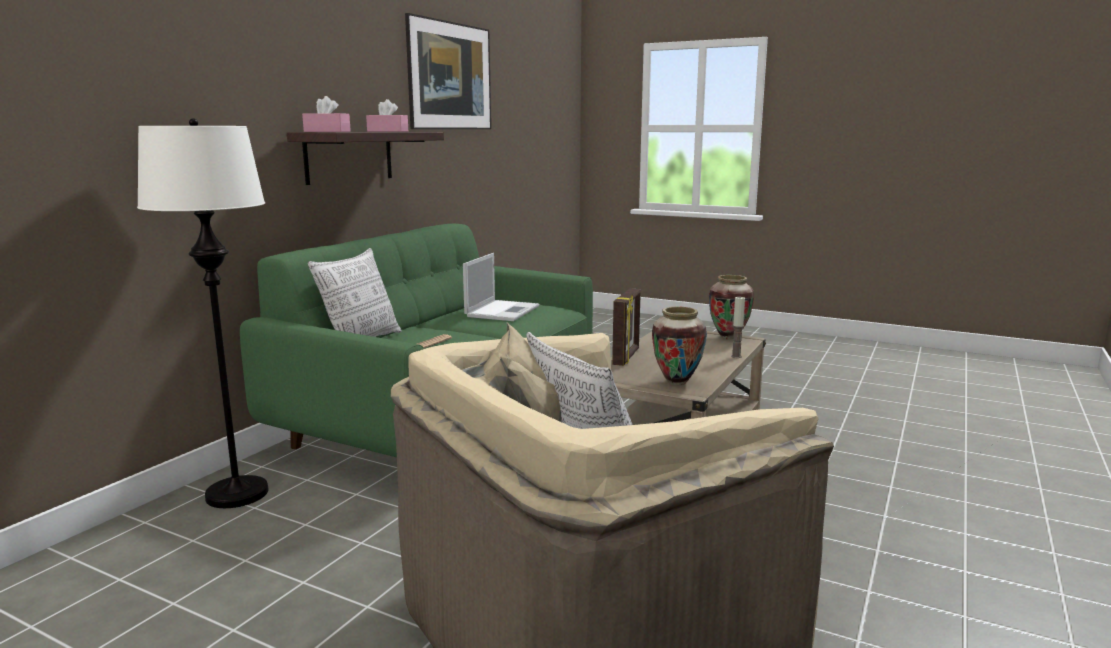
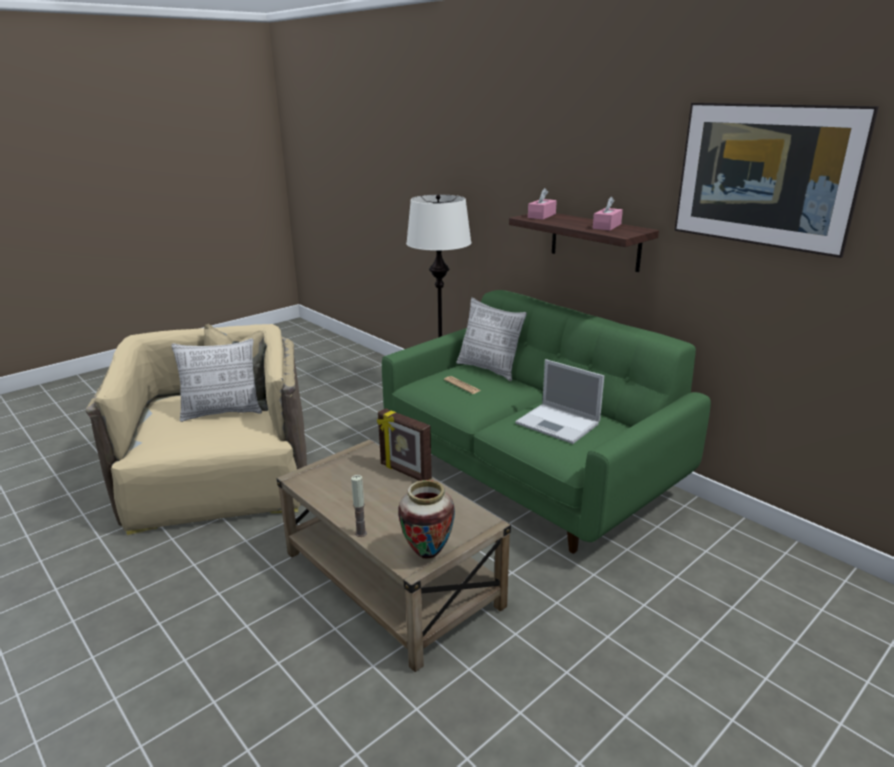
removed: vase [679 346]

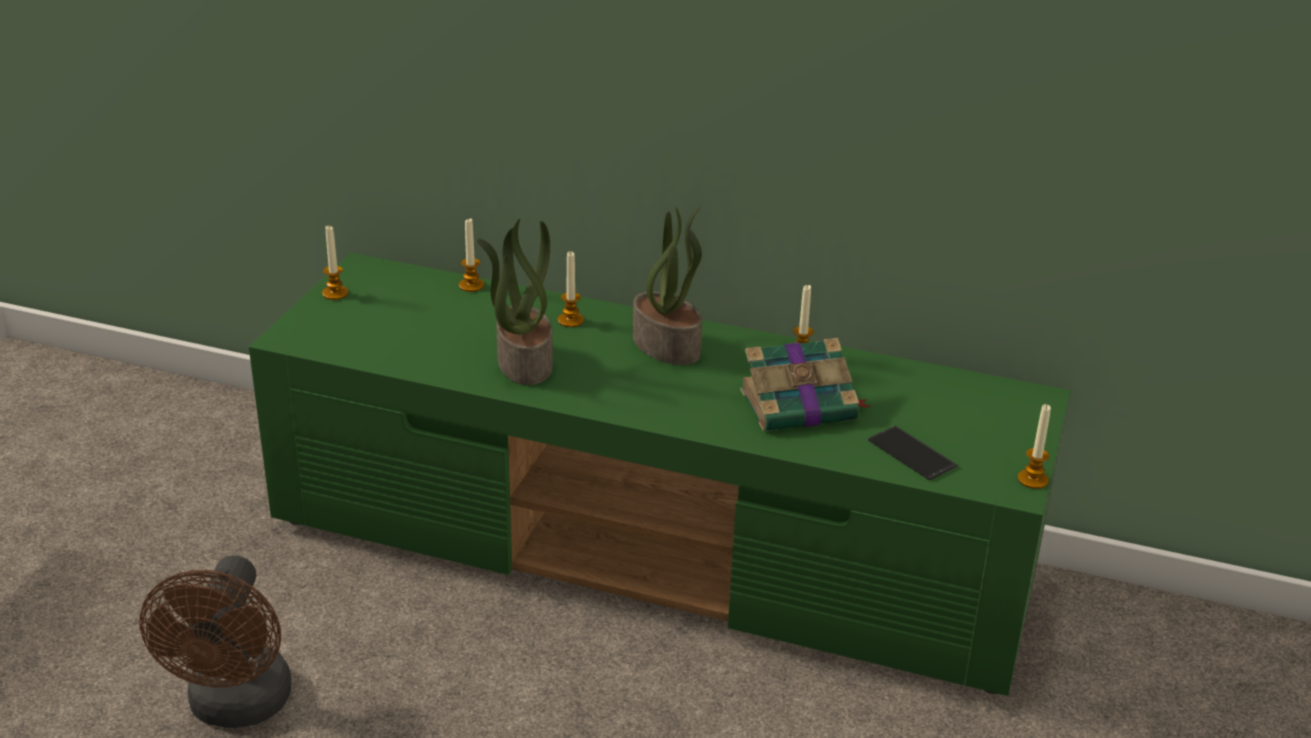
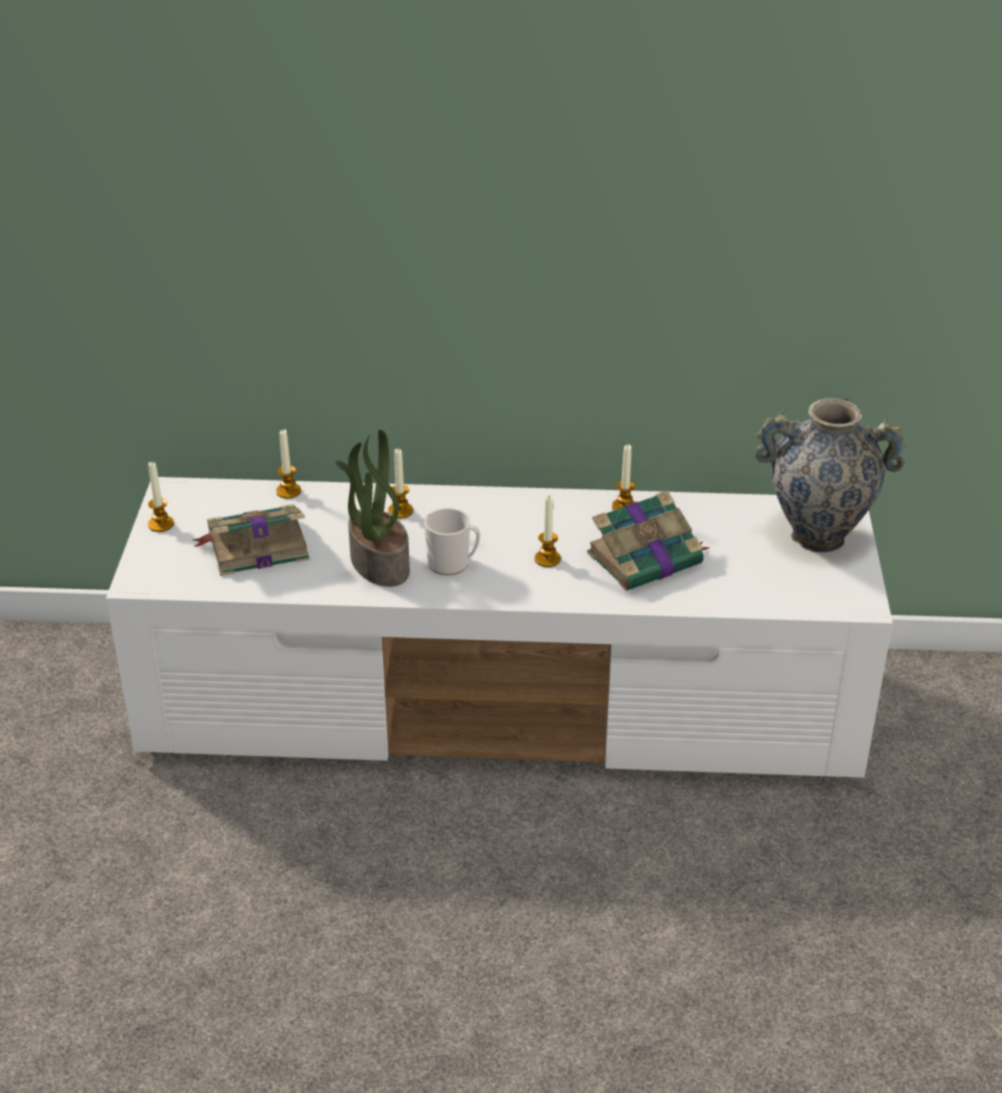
removed: brown-coloured_cooling_fan [215 641]; potted_plant [667 285]; handset [913 453]
added: bound_book [250 540]; coffee_mug [452 542]; vase [831 475]
moved: wax_light [1034 446] to [548 531]
recoloured: green_tv_stand [660 474] to white_tv_stand [499 627]

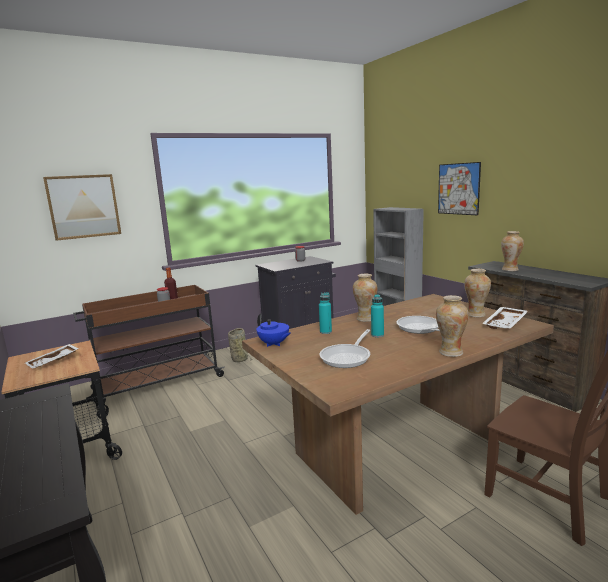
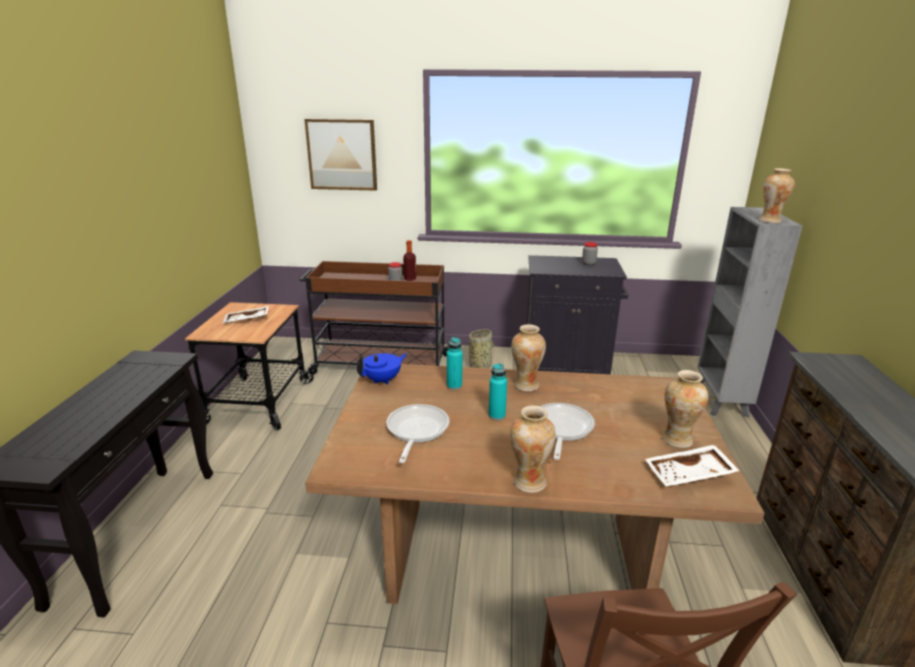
removed: wall_art [459 188]
moved: vase [512 251] to [777 195]
turned: bluish_tea_pot [273 330] = [382 369] 120 degrees counterclockwise; skillet [345 348] = [418 433] 120 degrees clockwise

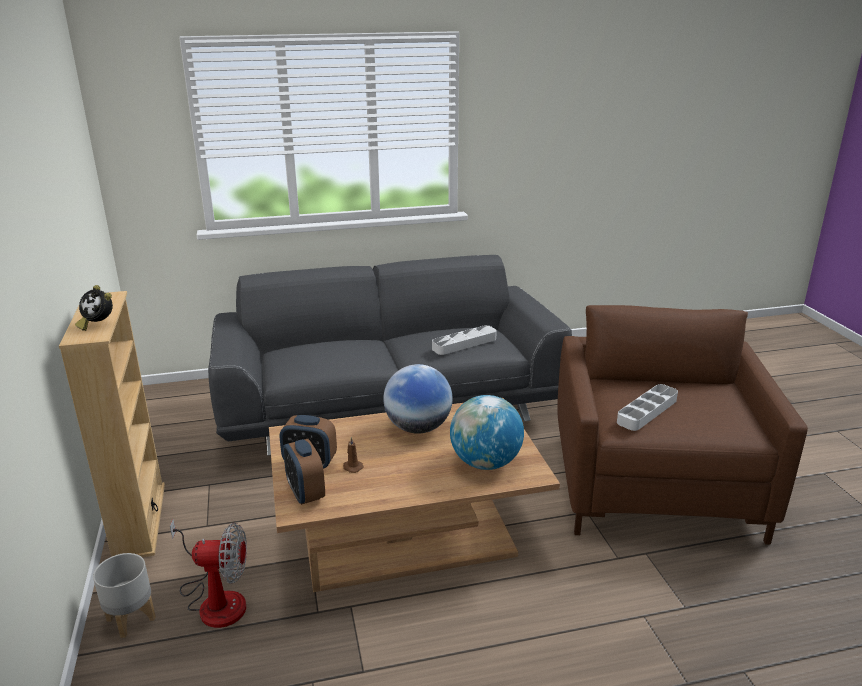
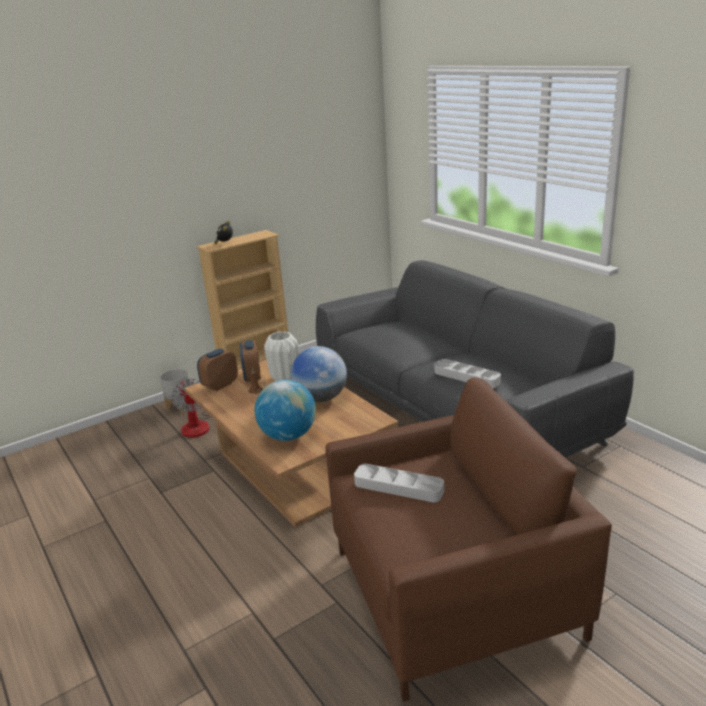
added: white_vase [281 356]

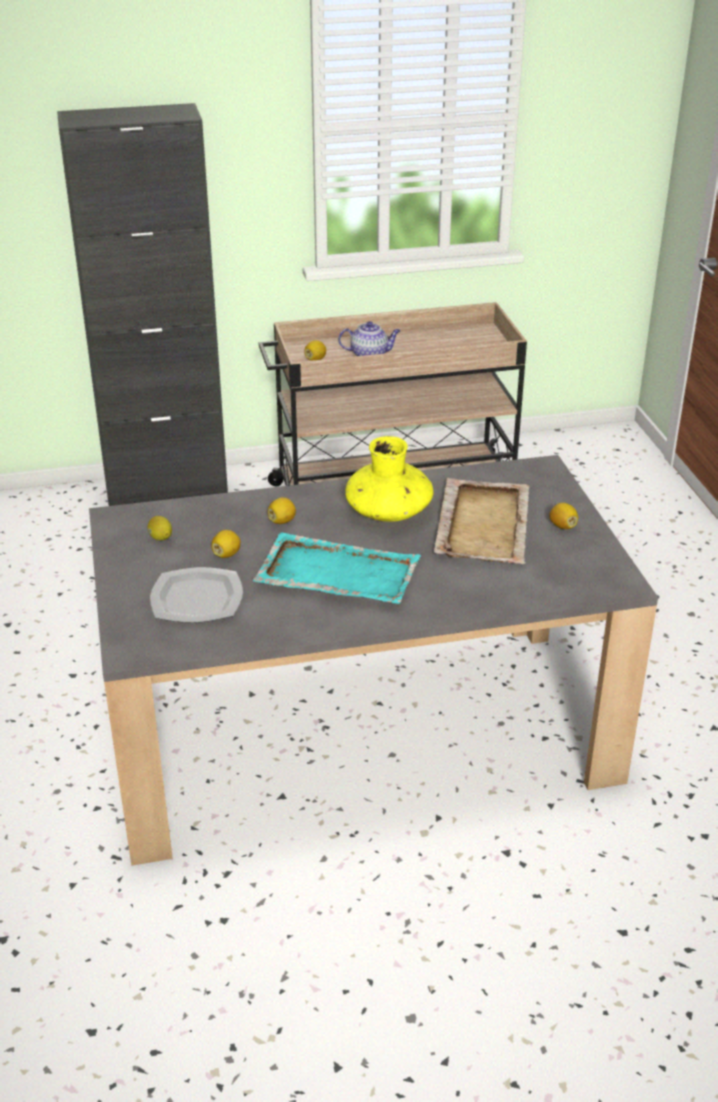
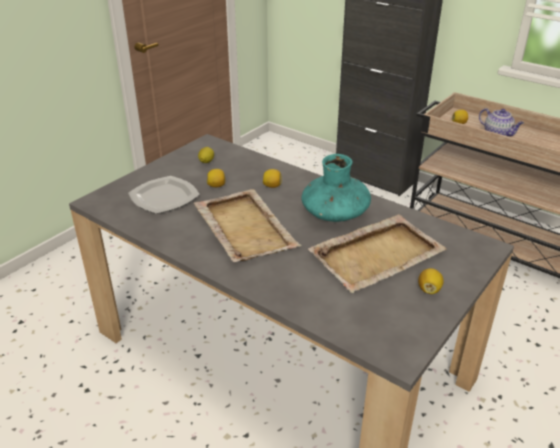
recoloured: turquoise_serving_tray [337 568] to beige_serving_tray [247 225]; yellowish_vase [389 479] to turquoise_vase [336 188]

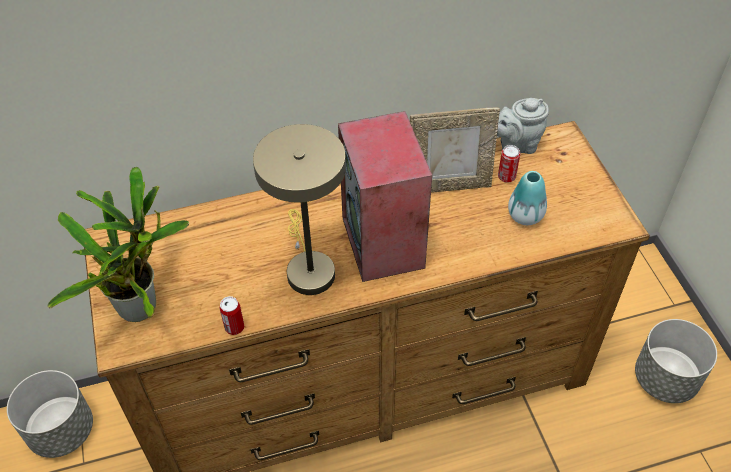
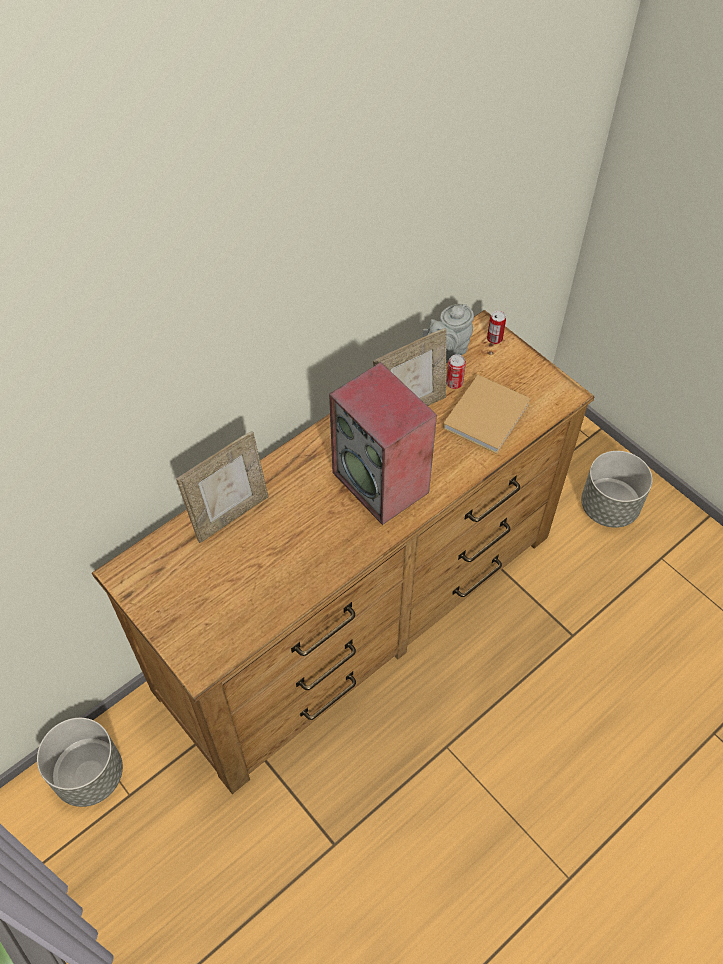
removed: potted_plant [118 244]; beige_table_lamp [299 209]
added: standing_frame [222 487]
moved: can [232 315] to [496 327]
replaced: vase [527 198] to beige_bound_book [487 414]

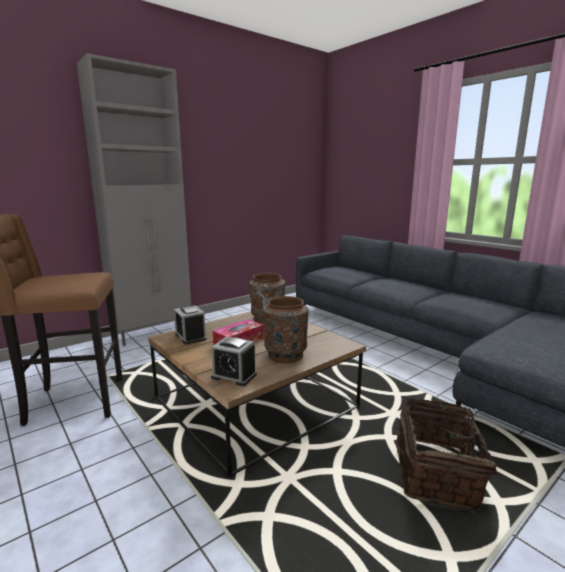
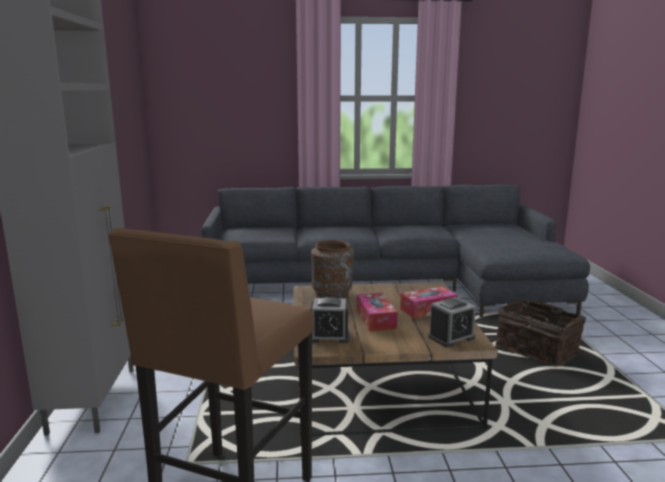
replaced: brown-coloured_vase [286 329] to tissue_box [429 302]

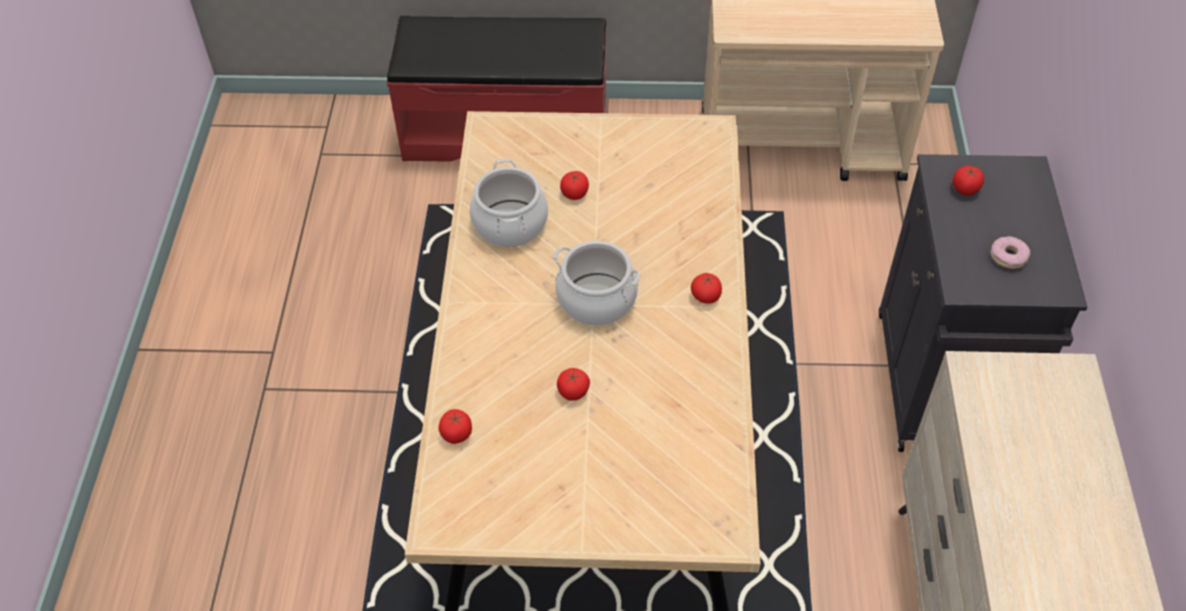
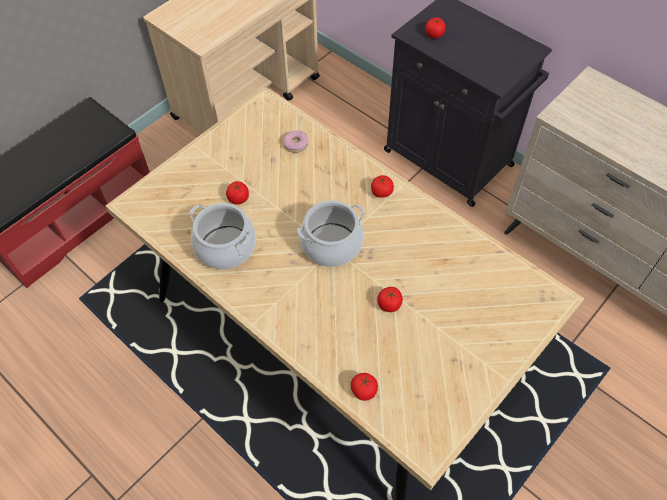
moved: ring_doughnut [1011 252] to [296 142]

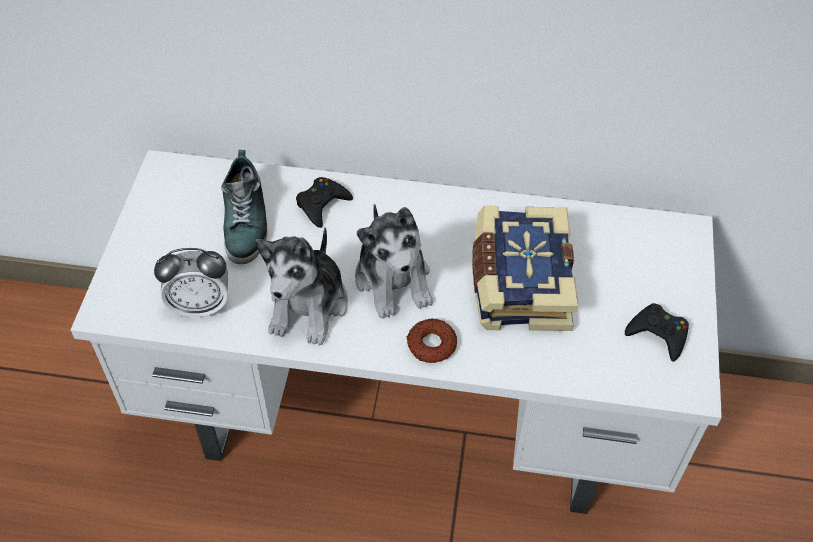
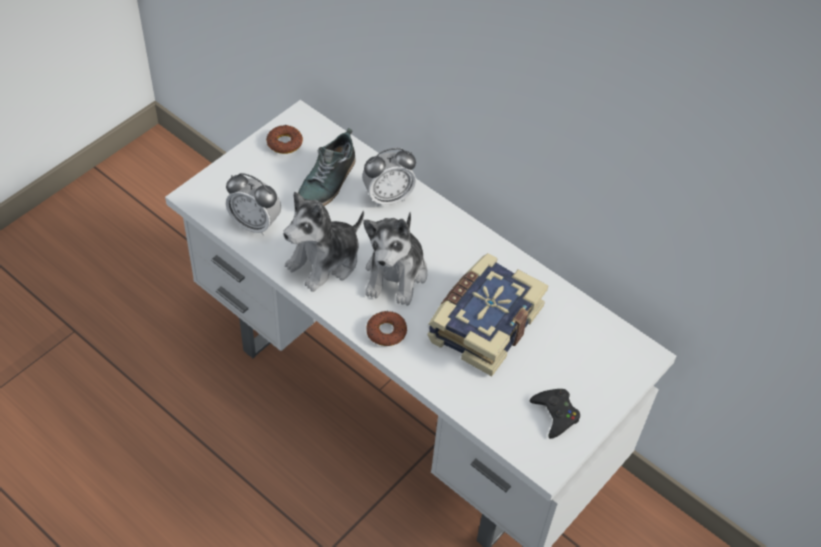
added: ring_doughnut [284 139]
replaced: black_game_controller [324 202] to alarm_clock [389 177]

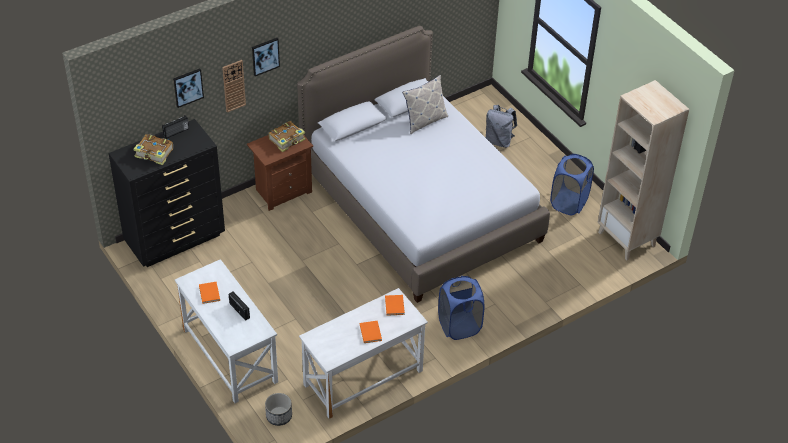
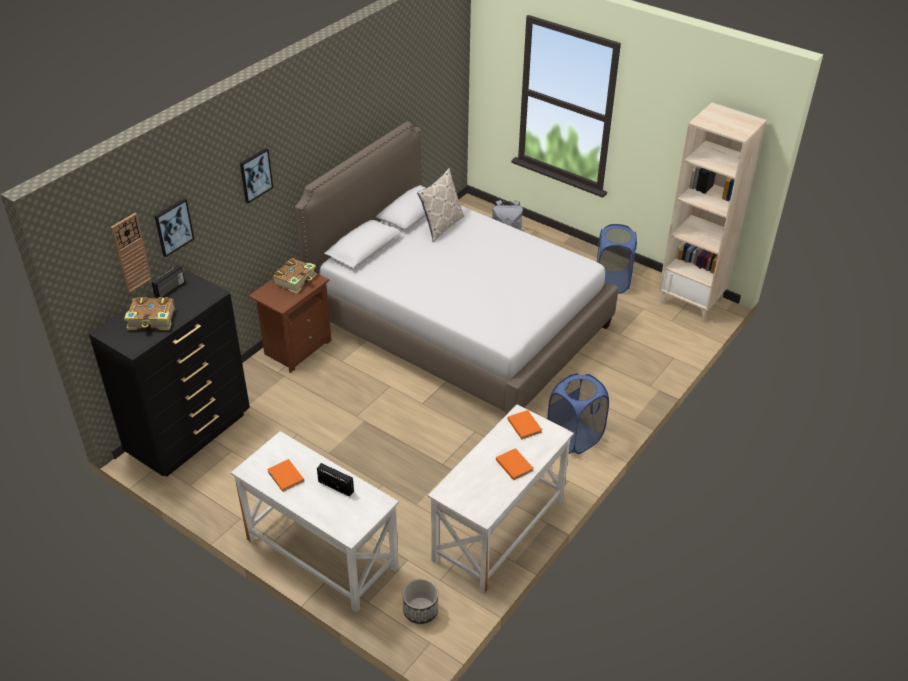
moved: wall_clock [234 86] to [131 253]

